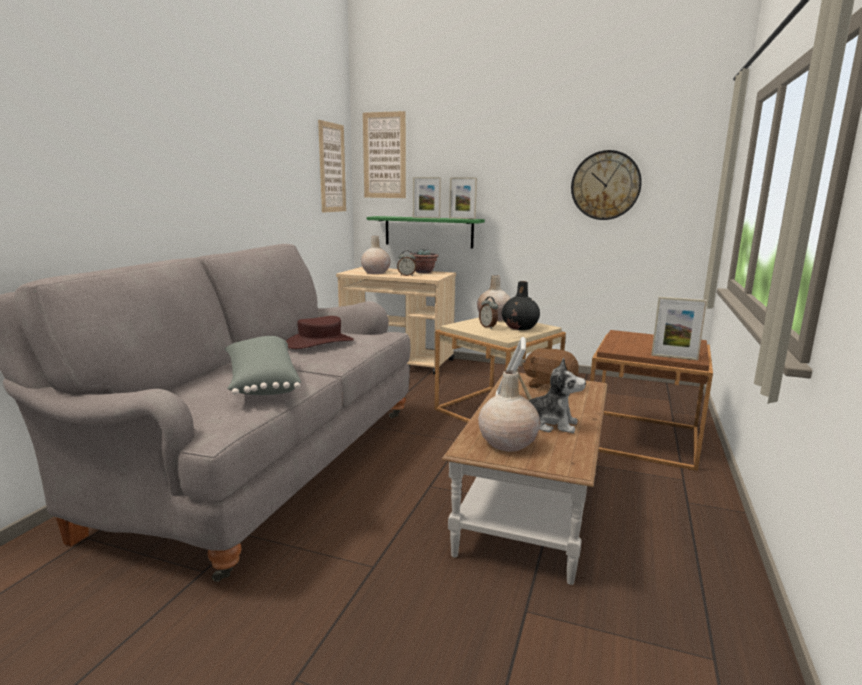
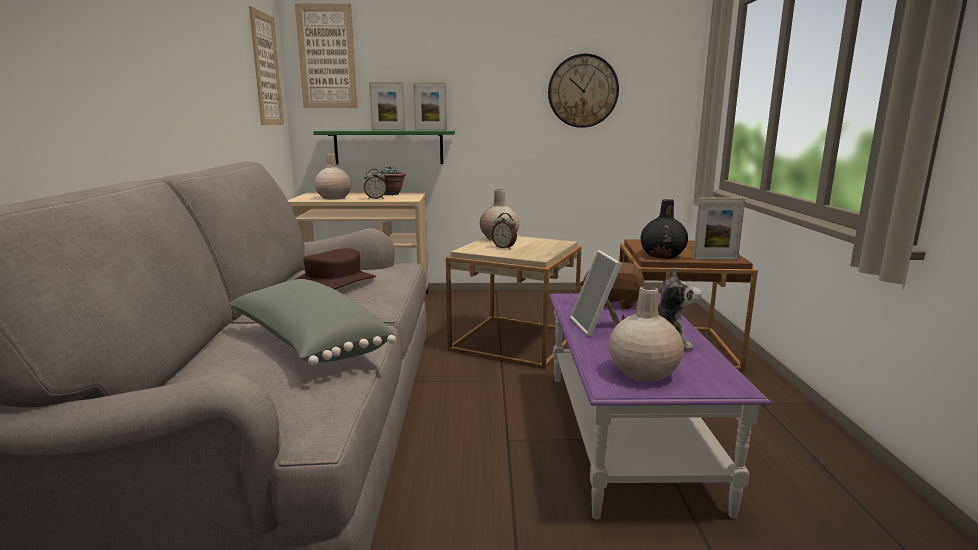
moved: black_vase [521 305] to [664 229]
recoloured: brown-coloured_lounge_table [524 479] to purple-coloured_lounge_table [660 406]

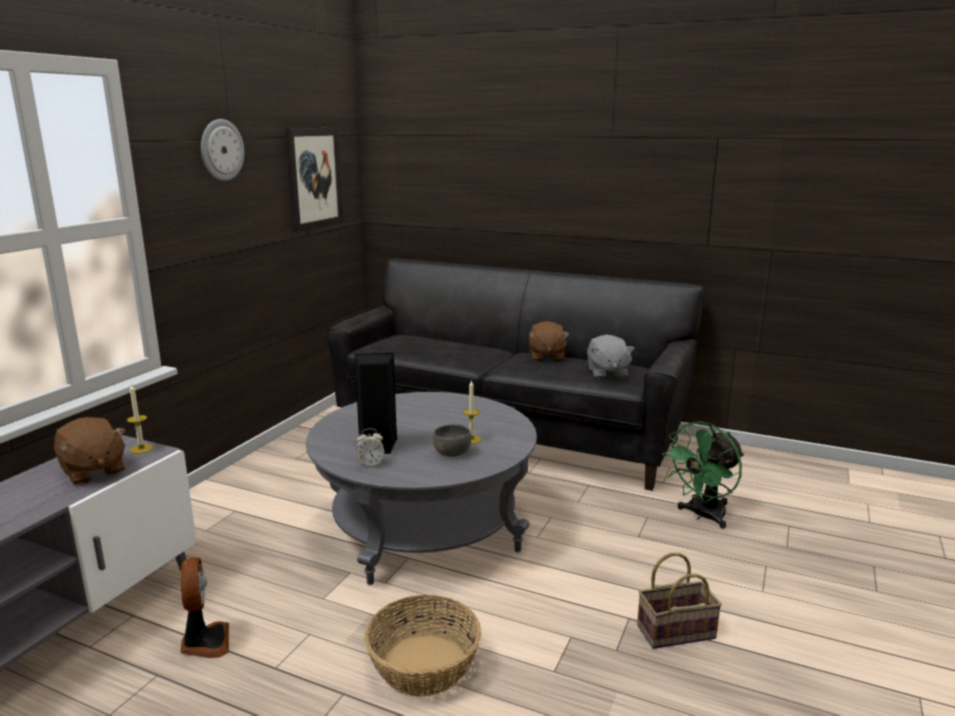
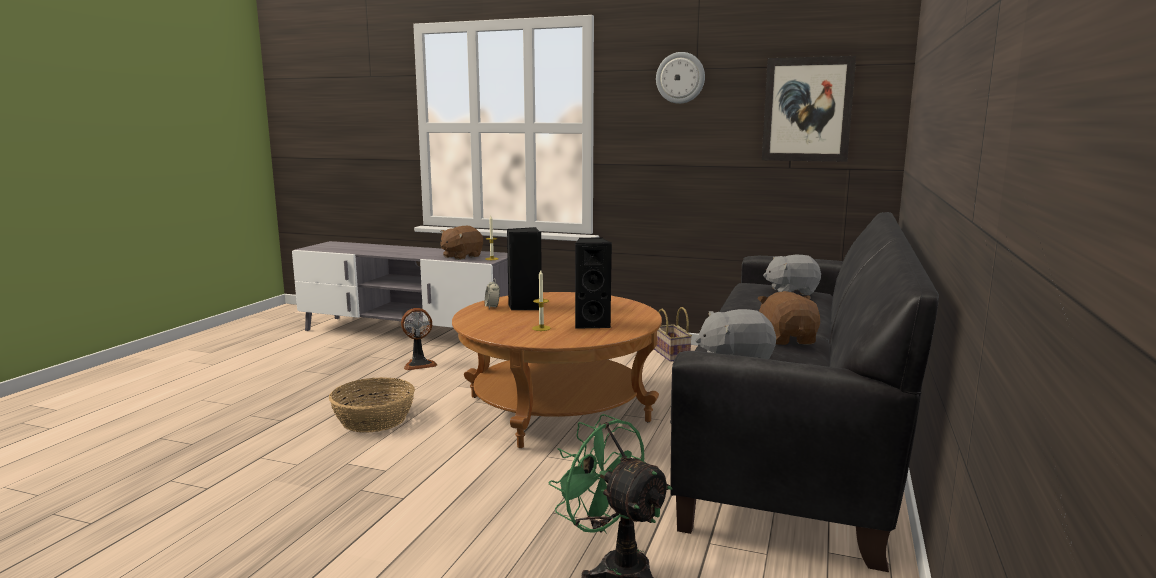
removed: greyish_serving_bowl [452 440]
added: black_loudspeaker [593 283]; greyish_plush_toy [792 275]
moved: basket [679 601] to [673 334]
recoloured: greyish_lounge_table [421 488] to brown-coloured_lounge_table [557 370]
turned: brown-coloured_plush_toy [549 341] = [788 318] 90 degrees clockwise

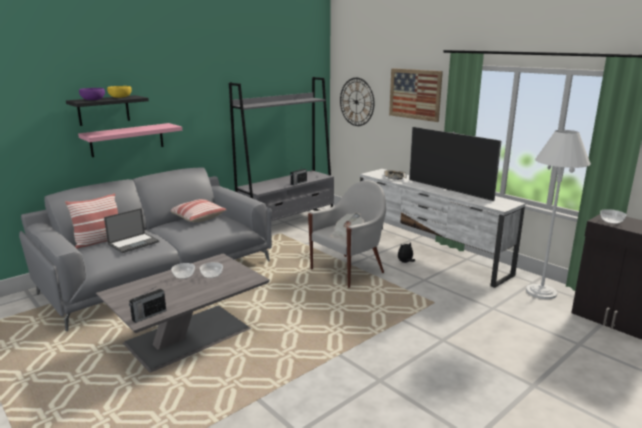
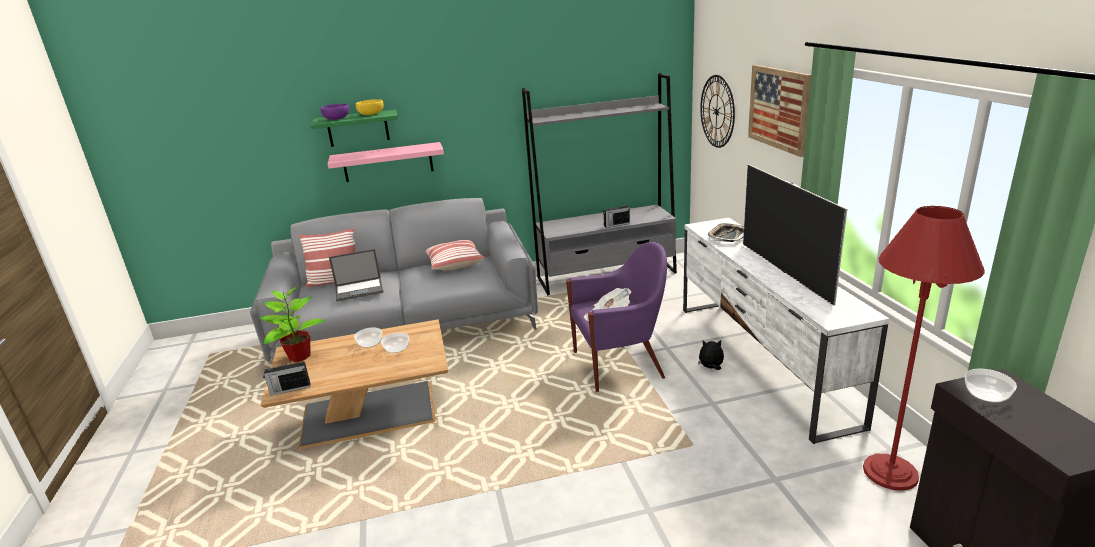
added: potted_plant [292 324]
recoloured: black_shelf [107 110] to green_shelf [354 128]; greyish_lounge_table [183 313] to brown-coloured_lounge_table [354 384]; white_armchair [347 234] to purple-coloured_armchair [616 317]; white_standard_lamp [558 214] to red_standard_lamp [924 348]

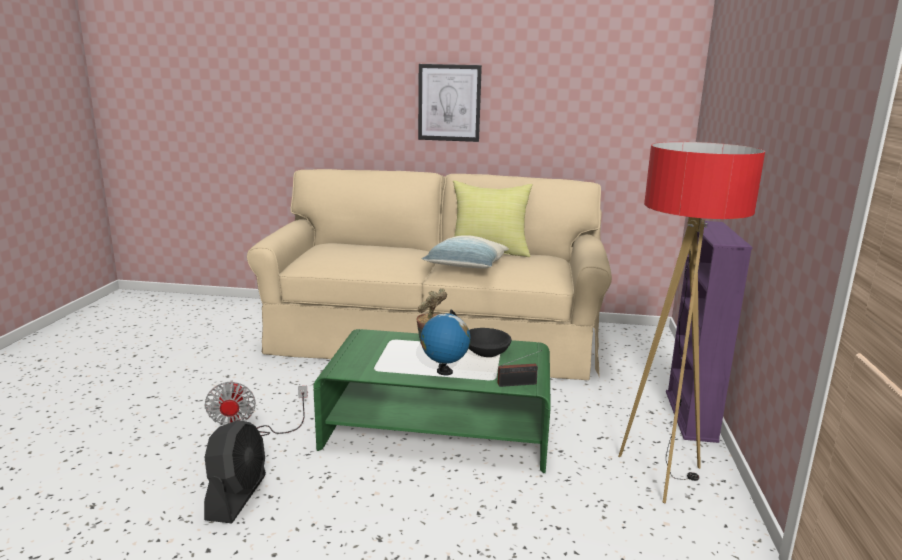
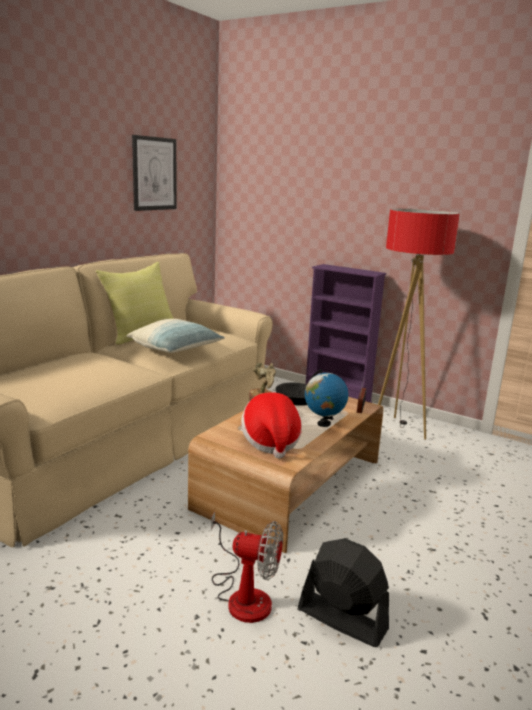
added: clothing_hat [271 425]
moved: wall_art [450 103] to [154 173]
recoloured: green_lounge_table [432 401] to brown-coloured_lounge_table [285 475]

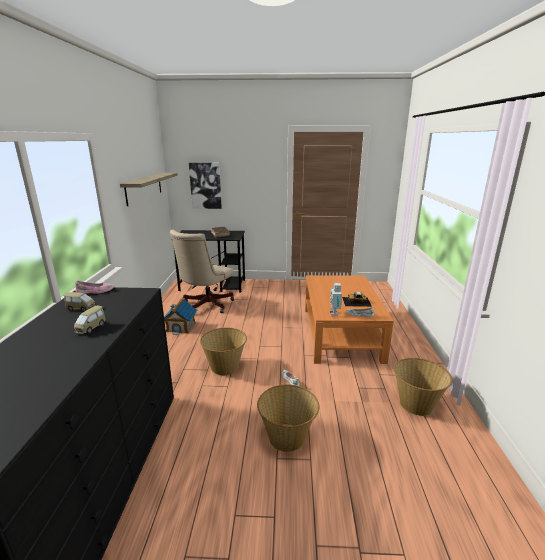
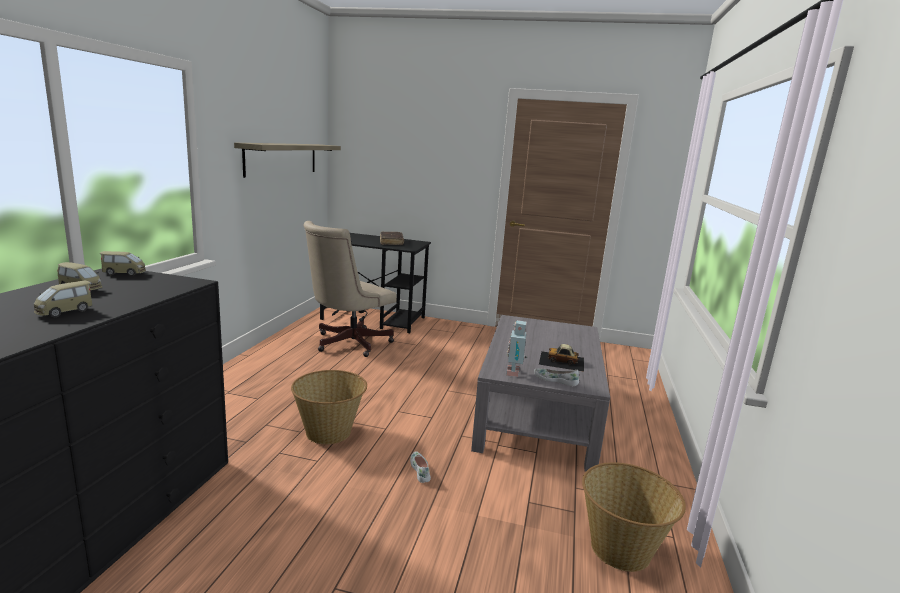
removed: model_house [180 316]; wall_art [205 186]; basket [288 418]
replaced: pinkish_shoe [94 287] to toy_car [123 263]
recoloured: orangey_lounge_table [349 319] to greyish_lounge_table [540 393]

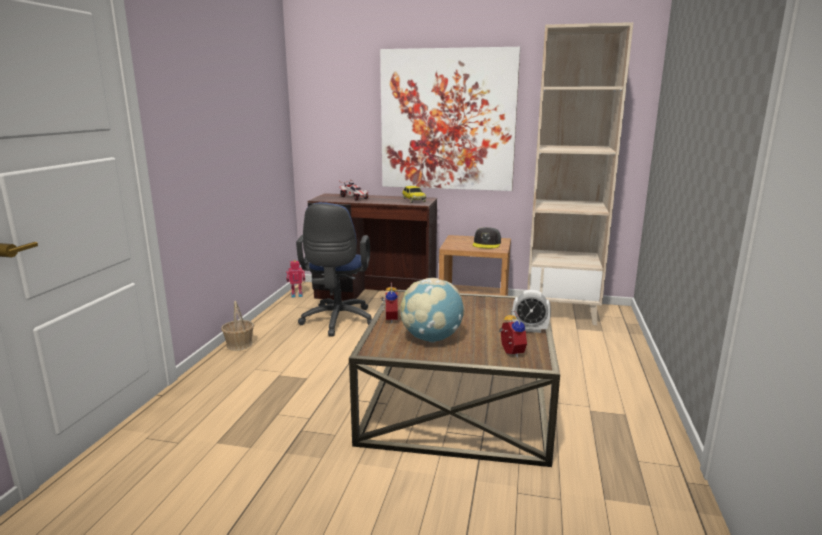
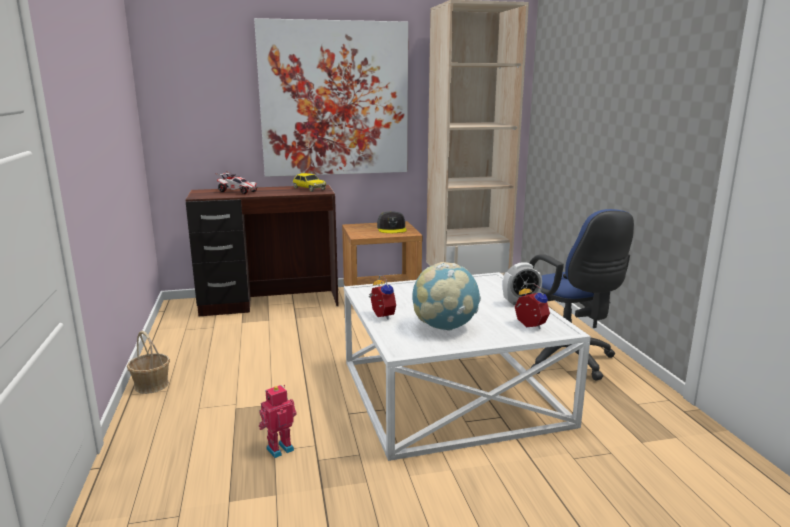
moved: model_robot [295 279] to [278 421]; bluish_desk_chair [334 269] to [581 294]
recoloured: brown-coloured_lounge_table [454 378] to white_lounge_table [467 366]

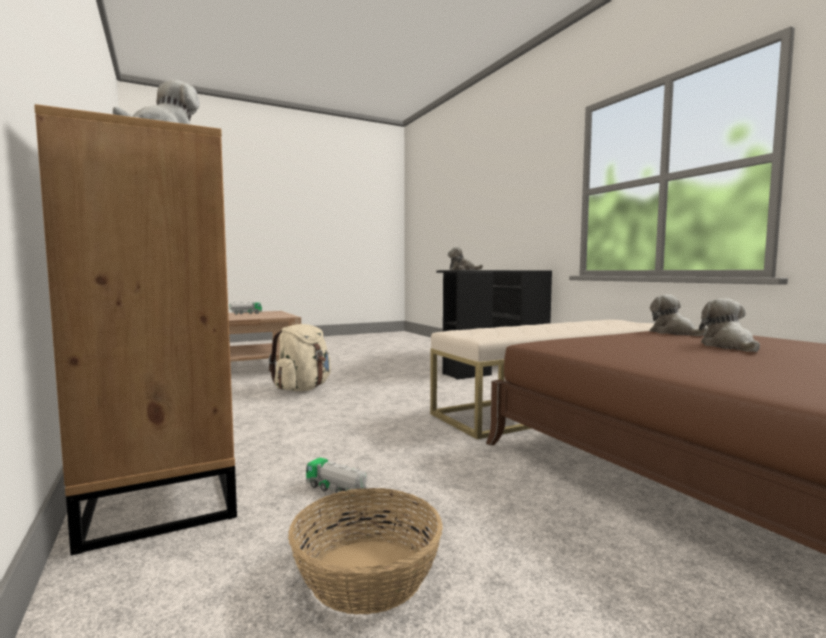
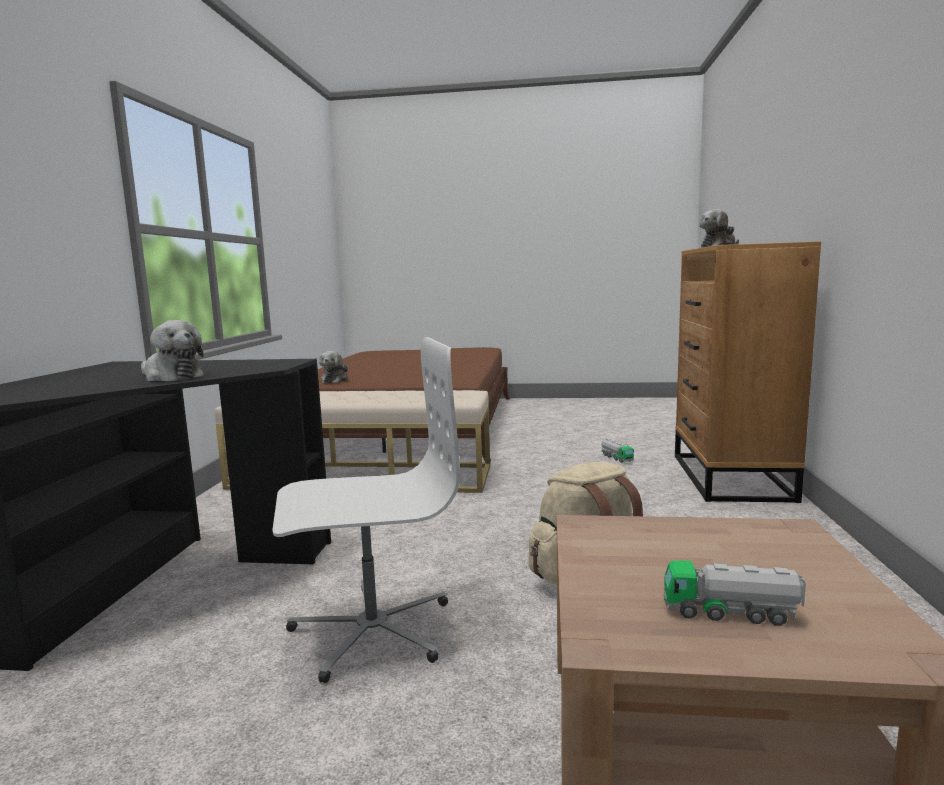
removed: basket [365 551]; plush_toy [729 325]
added: white_desk_chair [366 510]

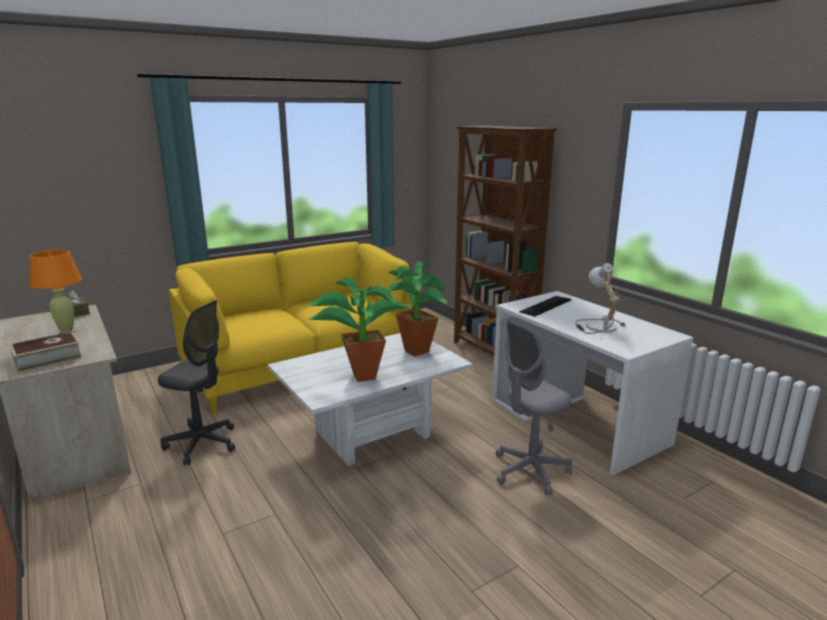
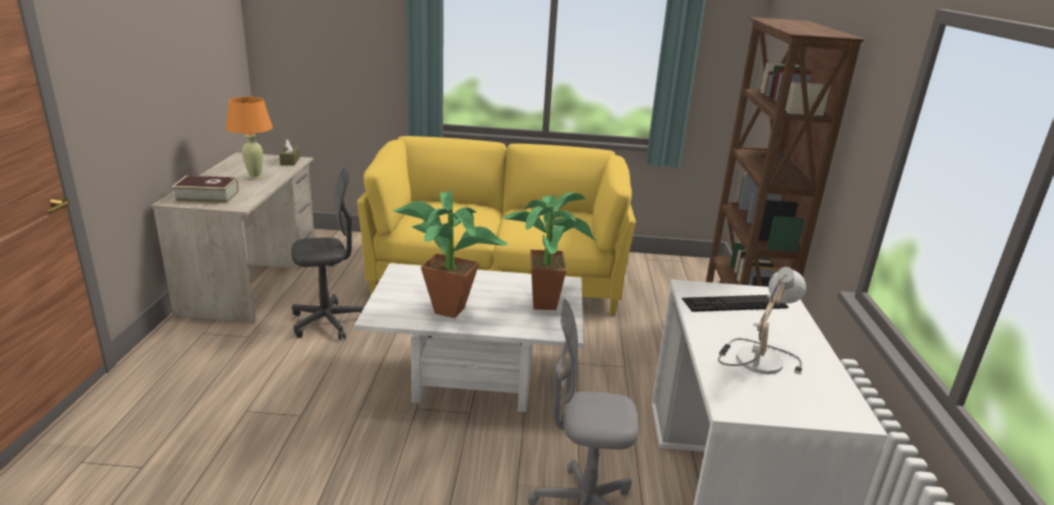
turned: greyish_desk_chair [196 382] = [327 253] 75 degrees counterclockwise

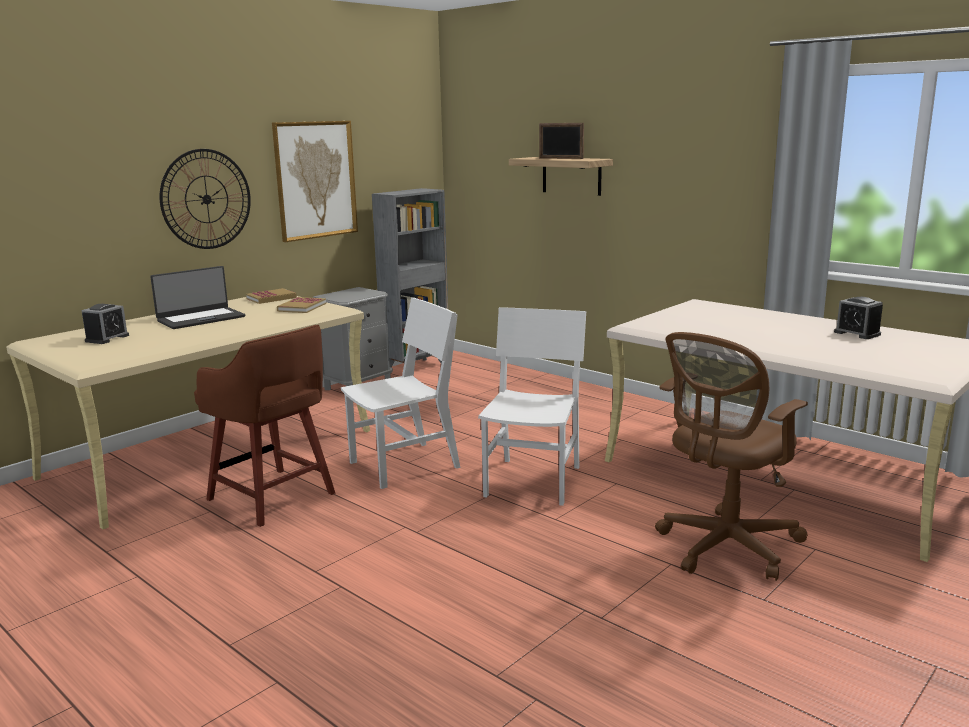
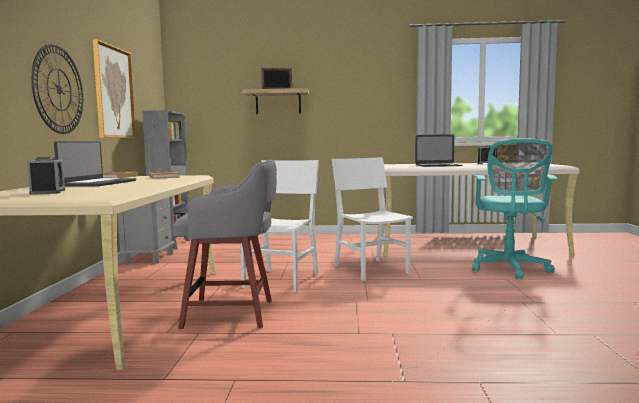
added: notebook_computer [439 150]
recoloured: brown-coloured_stool [264 426] to greyish_stool [225 244]; brown-coloured_desk_chair [731 456] to turquoise_desk_chair [515 208]

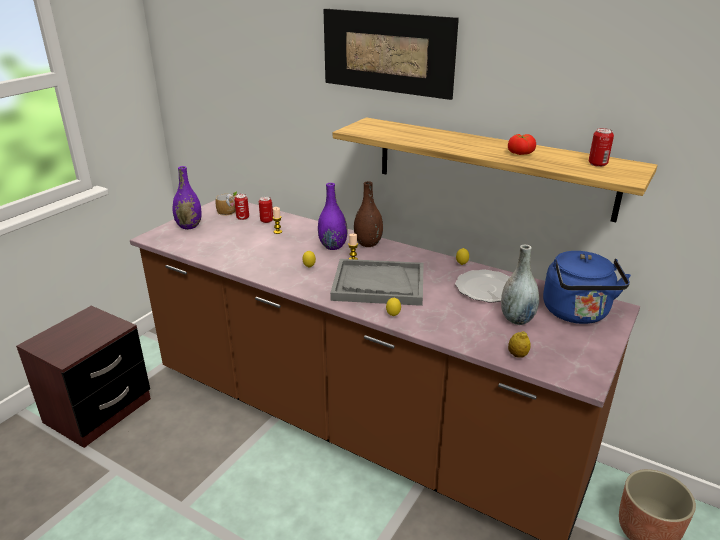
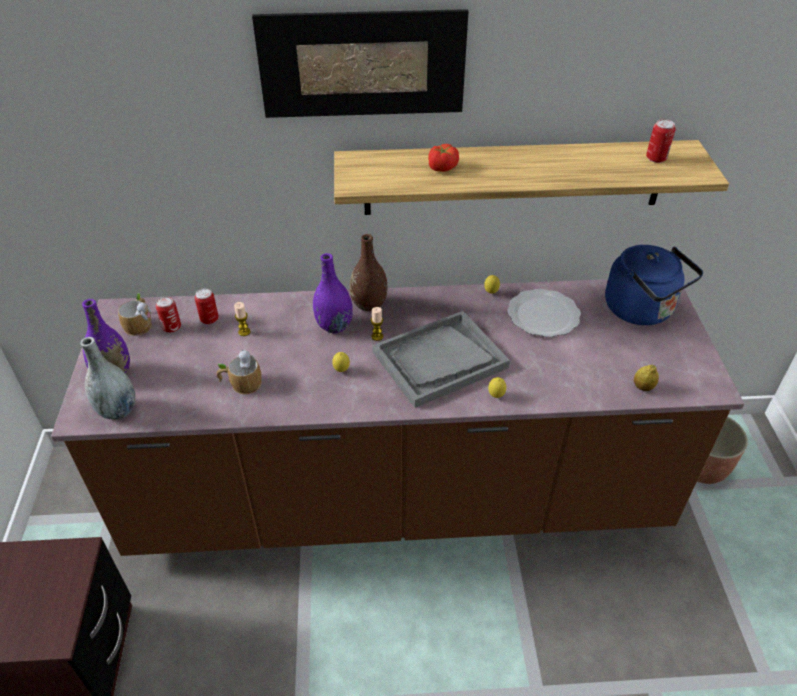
added: coffee_mug [239 372]
moved: greyish_vase [520 284] to [108 378]; whole_tomato [522 144] to [443 158]

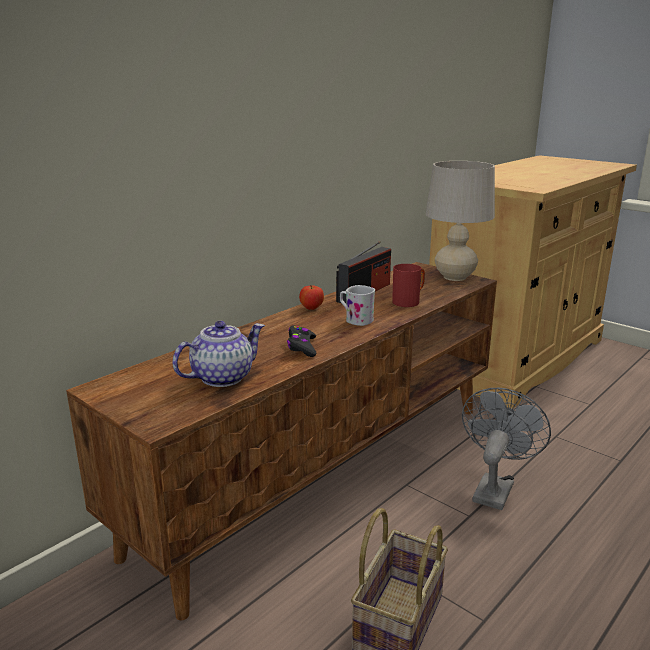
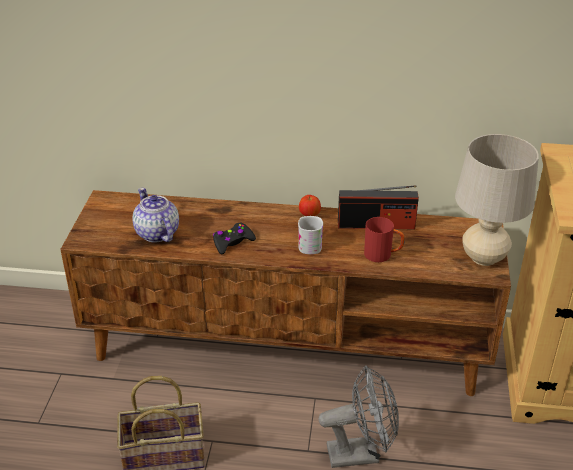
turned: tea_pot [218 354] = [155 215] 135 degrees counterclockwise

